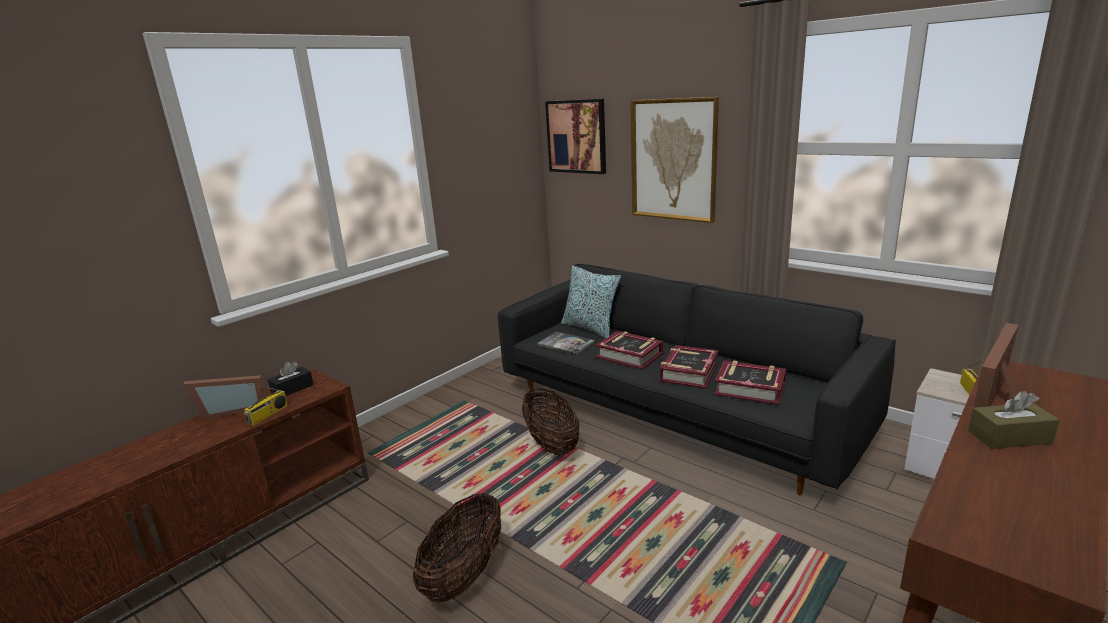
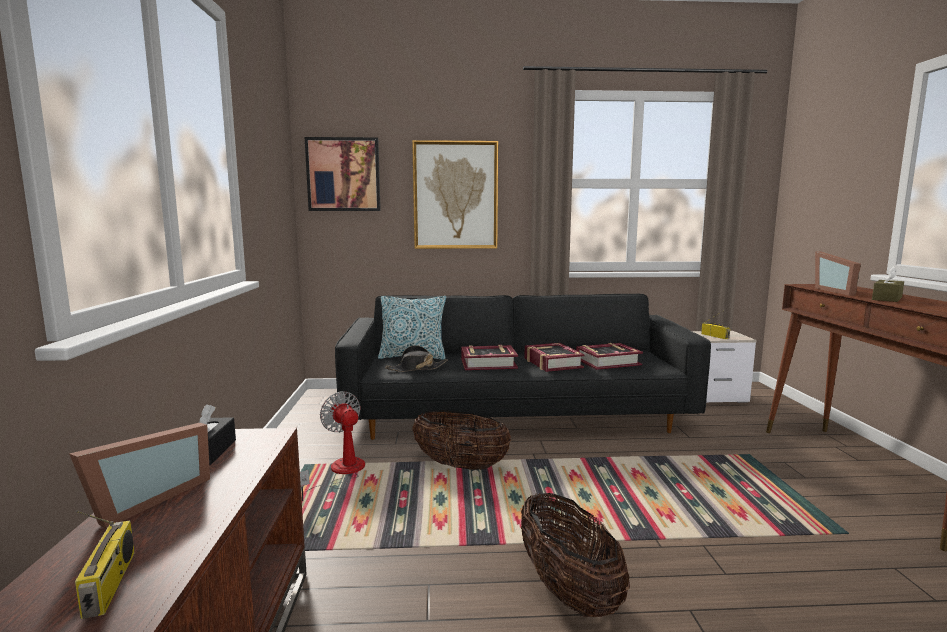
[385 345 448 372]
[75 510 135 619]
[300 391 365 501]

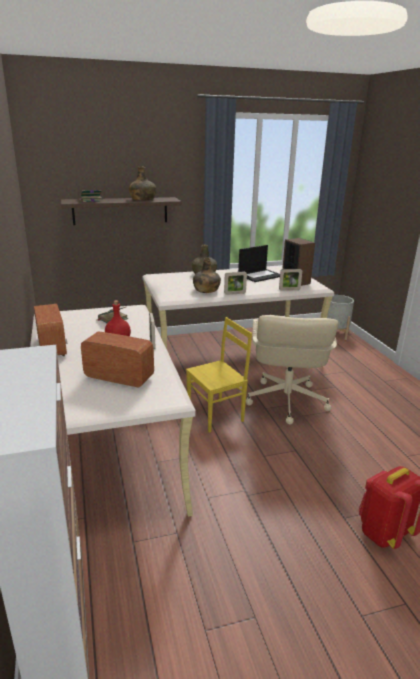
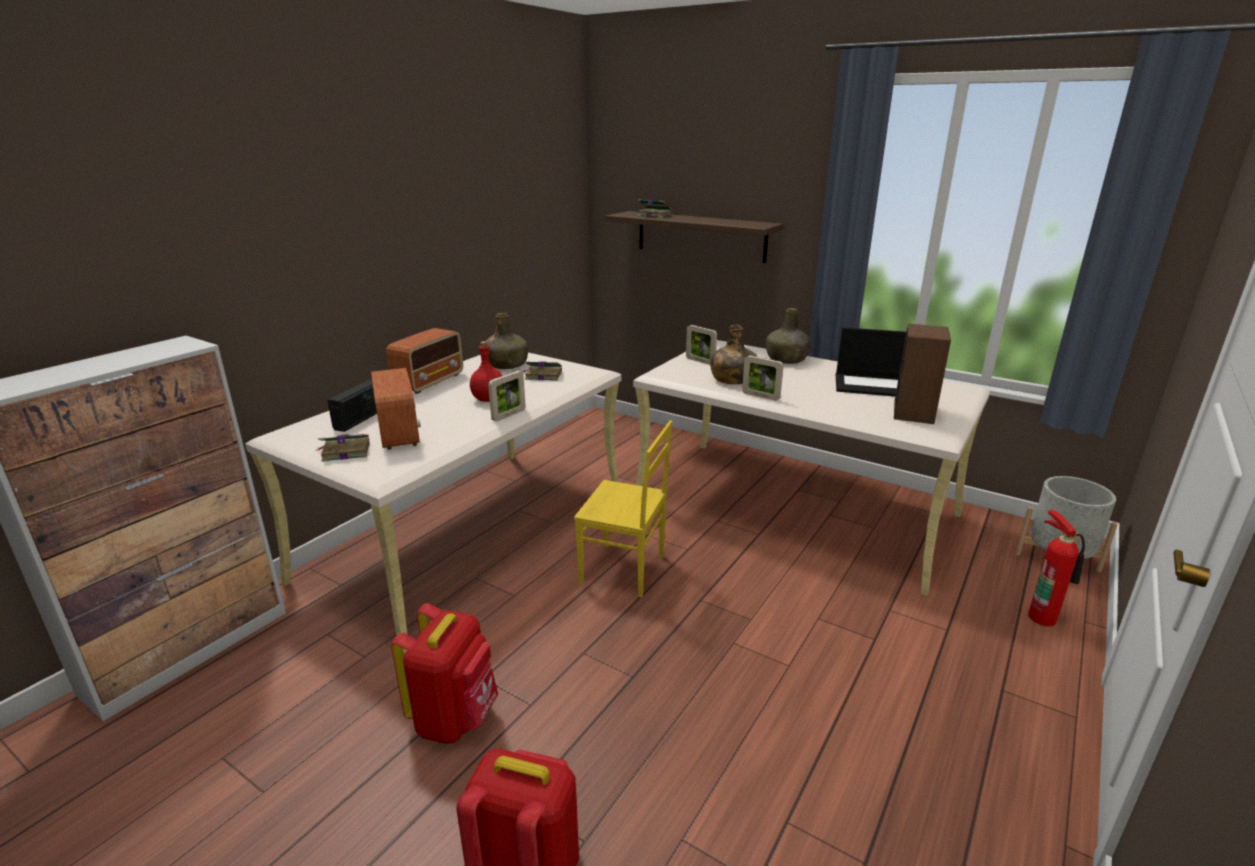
[486 313 528 369]
[686 325 717 365]
[246 315 338 425] (first image)
[327 380 377 432]
[316 434 370 462]
[1028 510 1085 626]
[391 603 498 744]

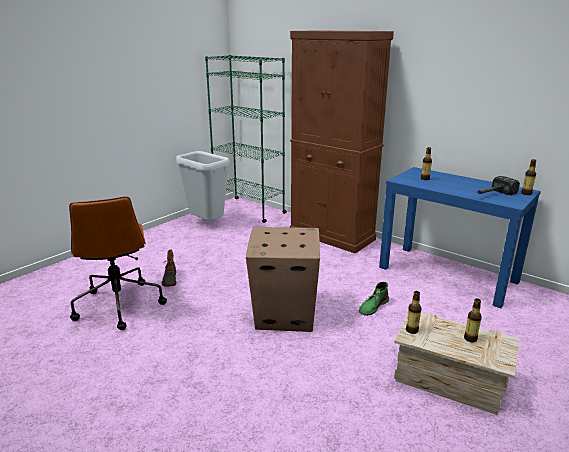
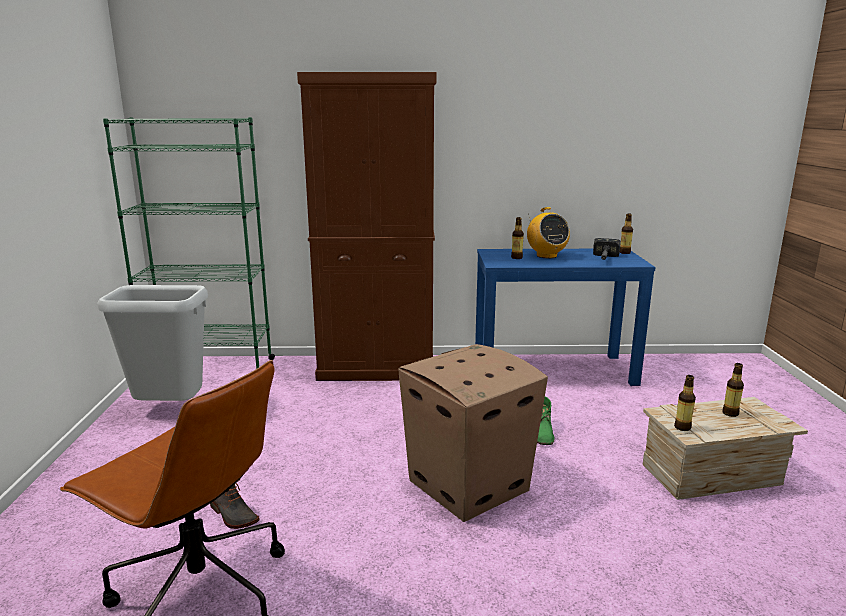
[527 207 570 258]

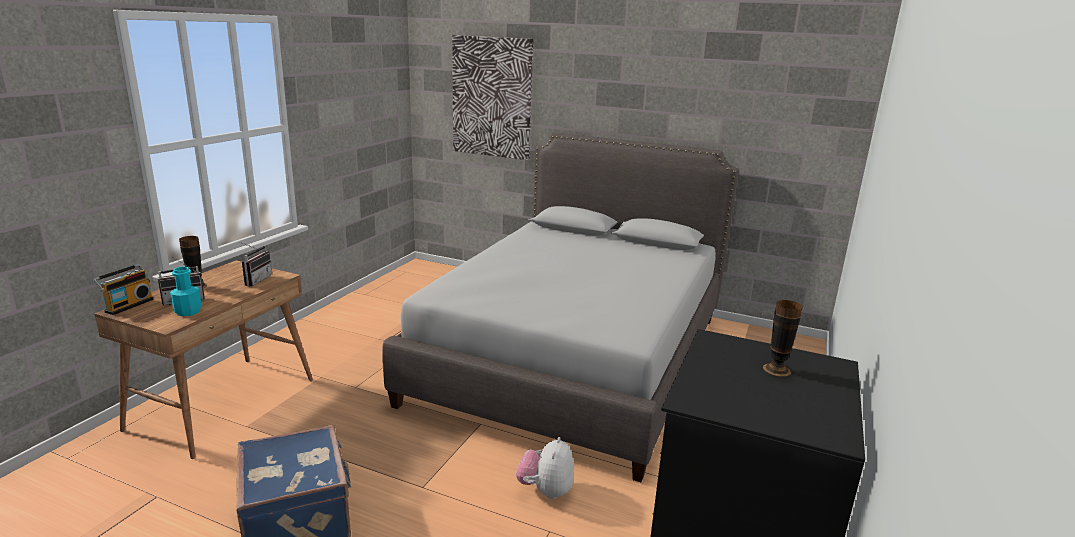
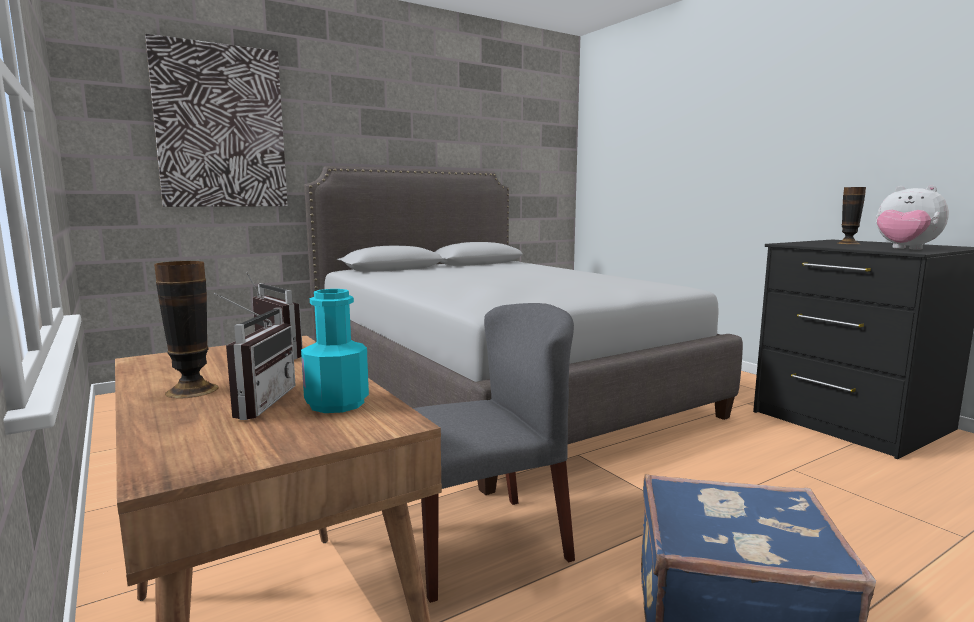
[93 264 153 315] (first image)
[876 185 949 250]
[413 303 575 603]

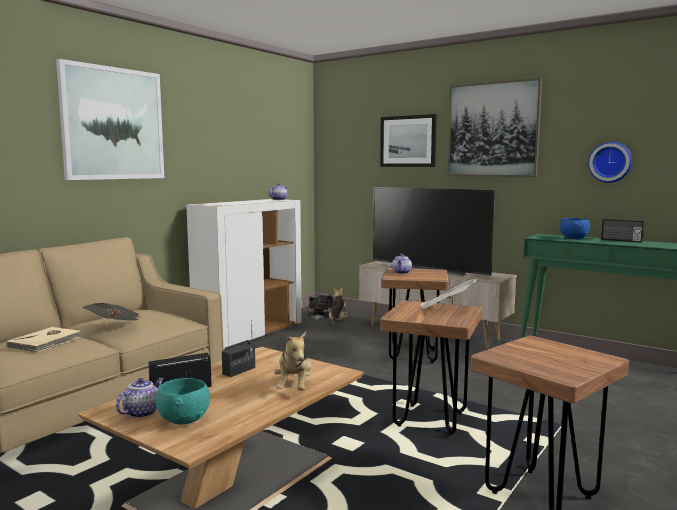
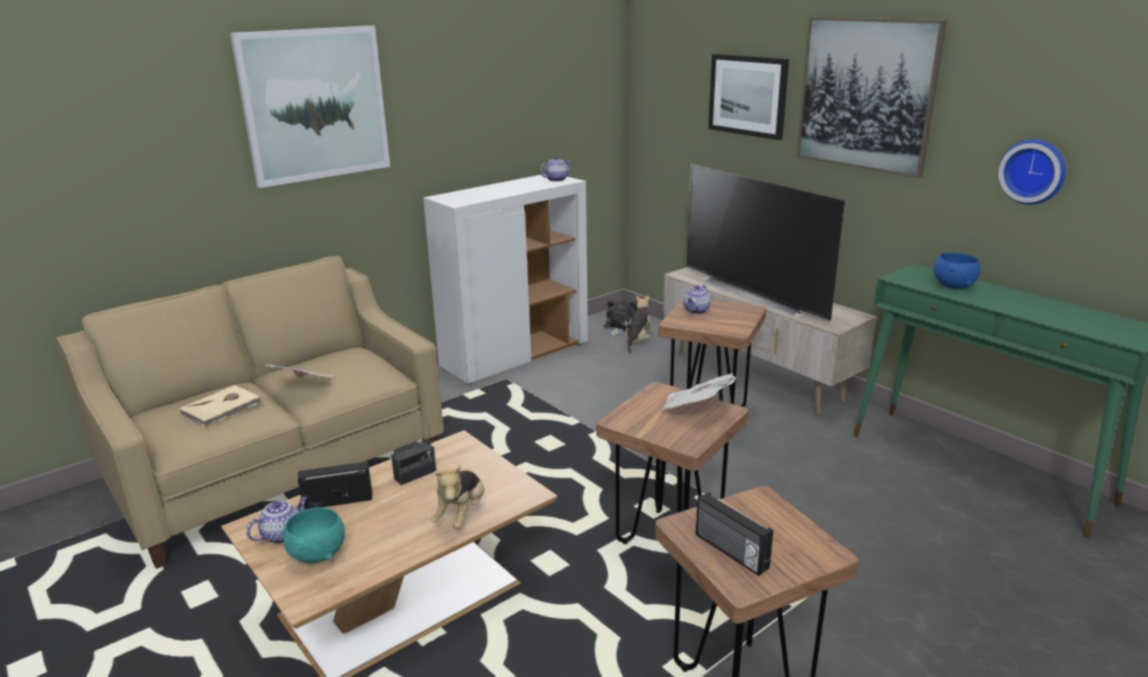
[696 492 773 576]

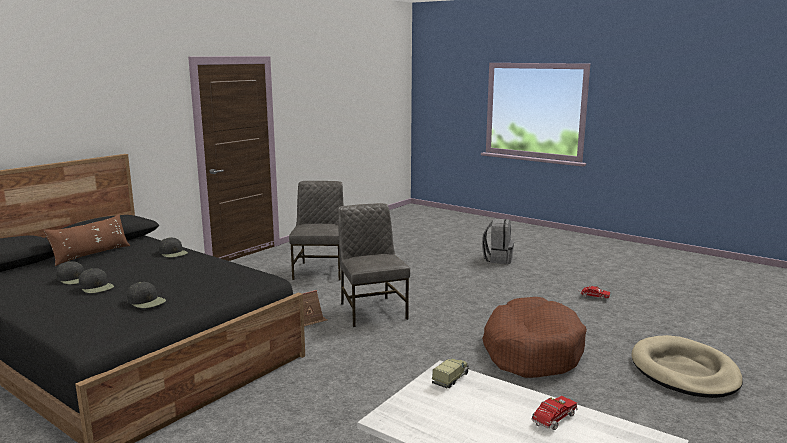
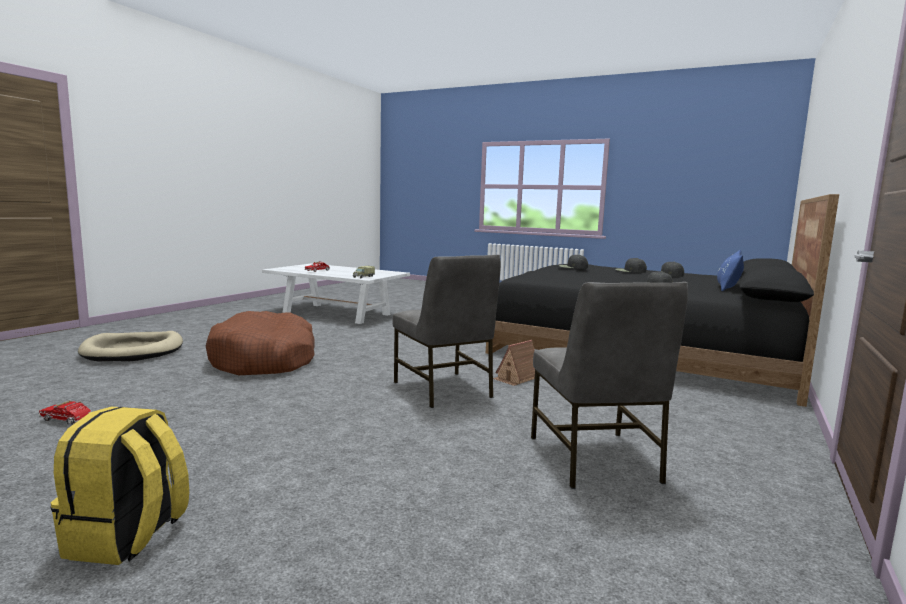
[717 250 744 291]
[50 407 189 565]

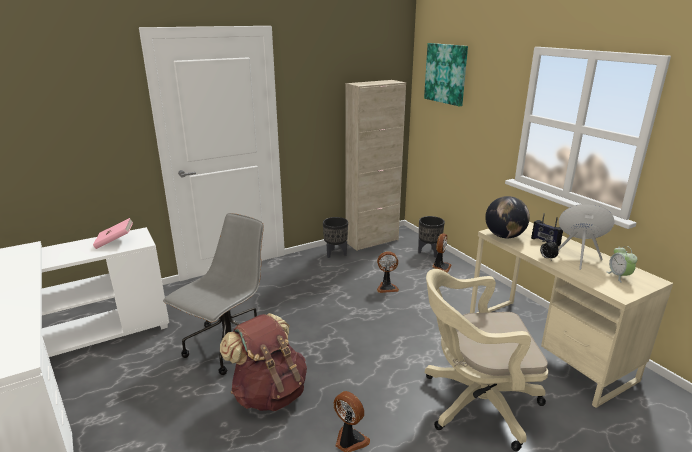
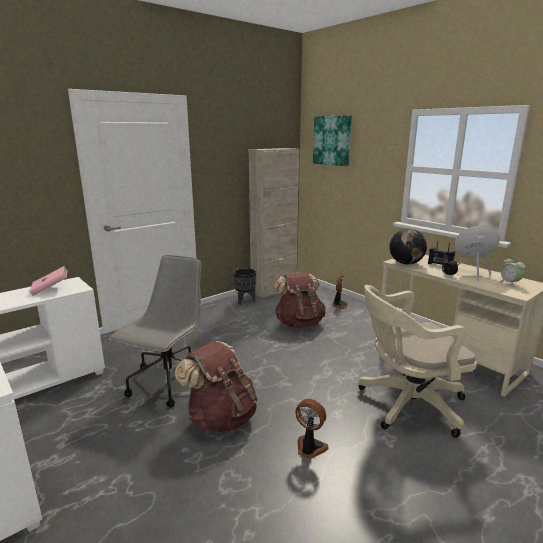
[418 216 445 257] (first image)
[273 272 326 328]

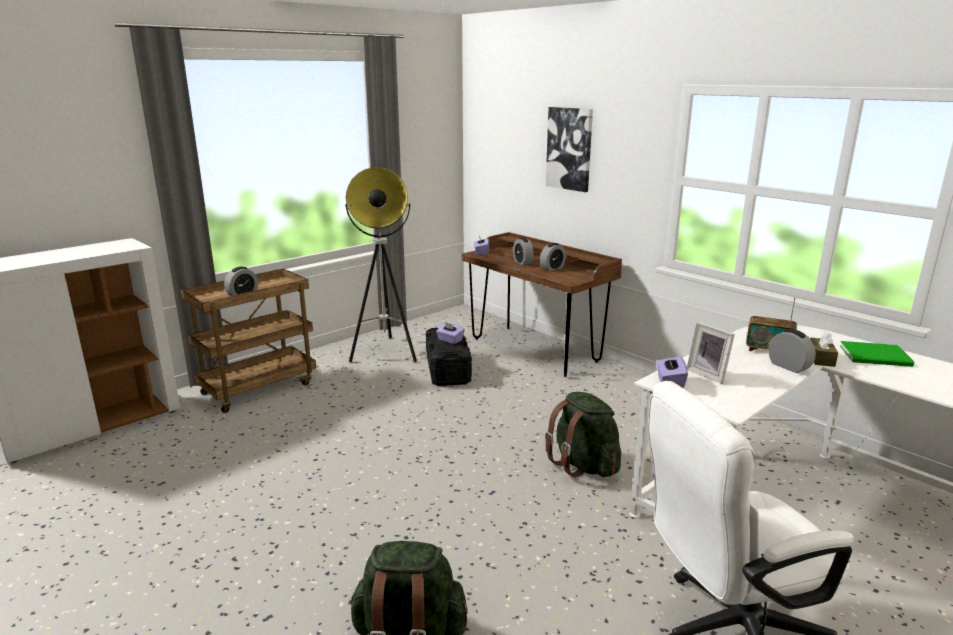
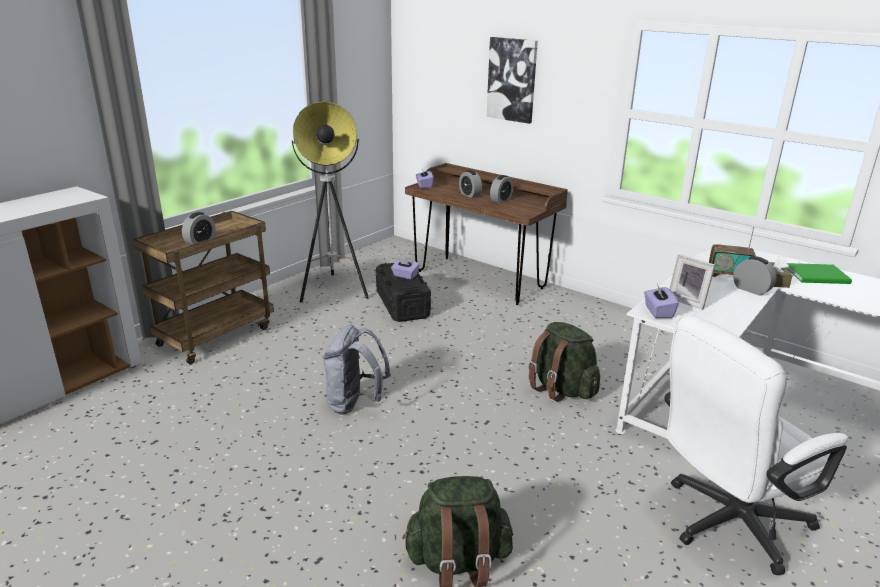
[323 325 391 415]

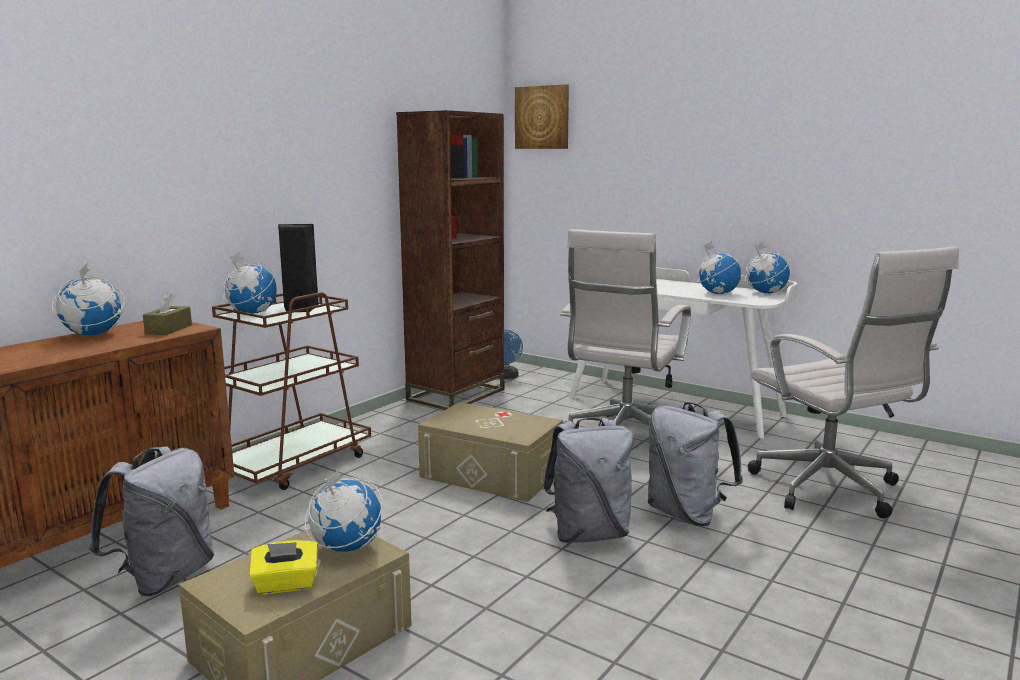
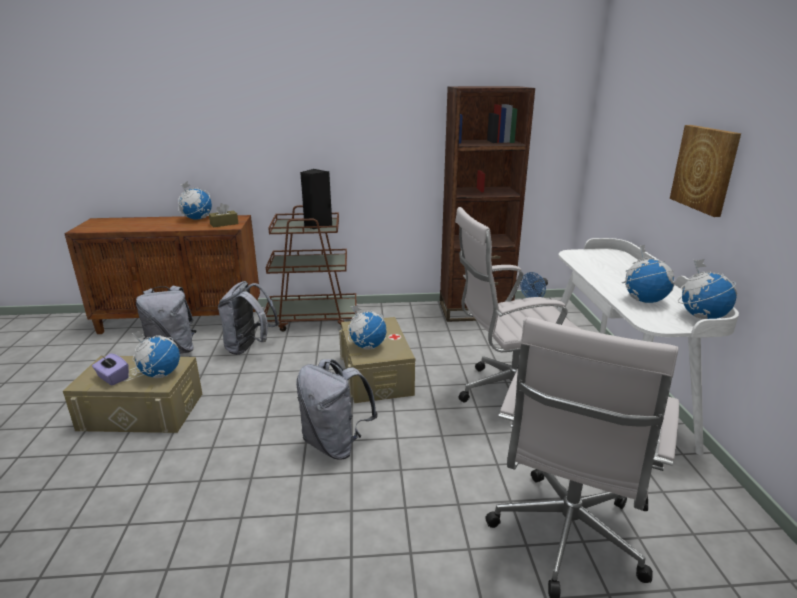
[670 125 741 217]
[348 305 386 350]
[218 281 279 355]
[92 354 129 385]

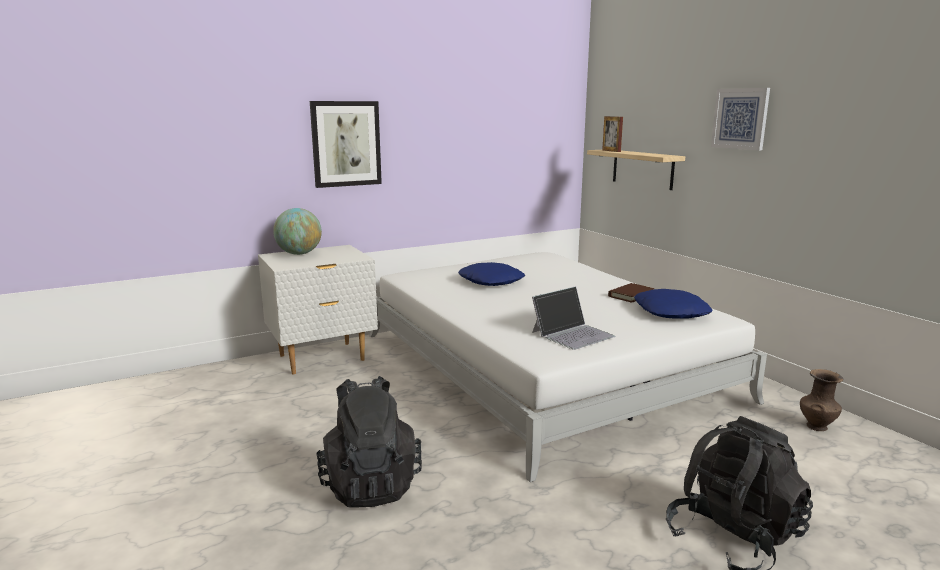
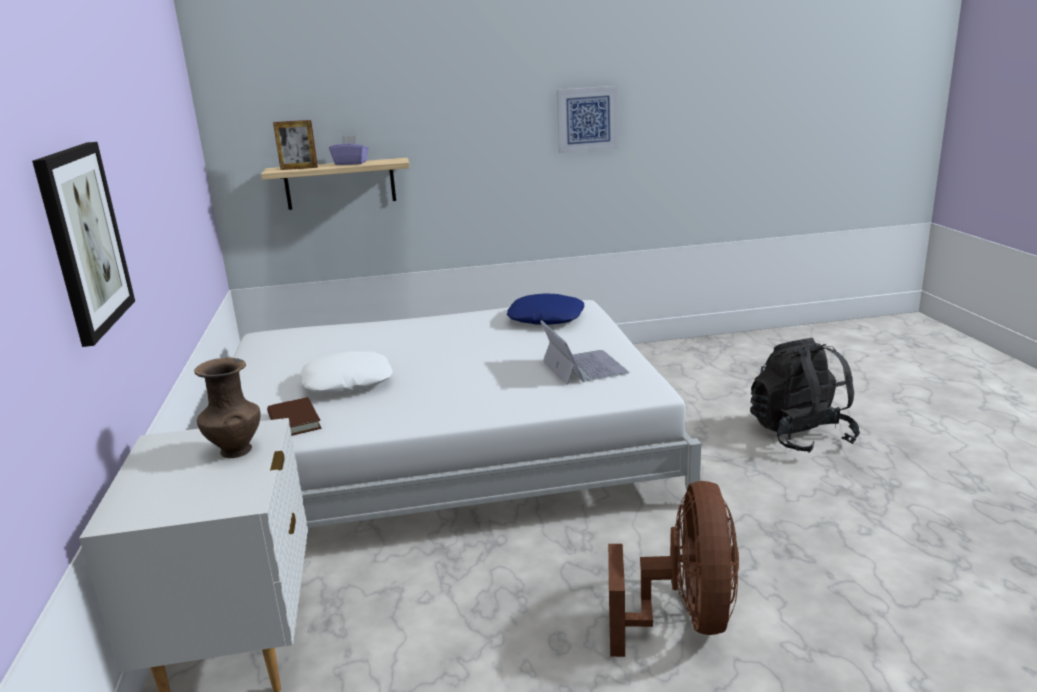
[557 86 618 153]
[273 208 322 255] (first image)
[300 351 393 393]
[267 397 322 436]
[194 358 261 458]
[608 481 739 657]
[329 135 369 165]

